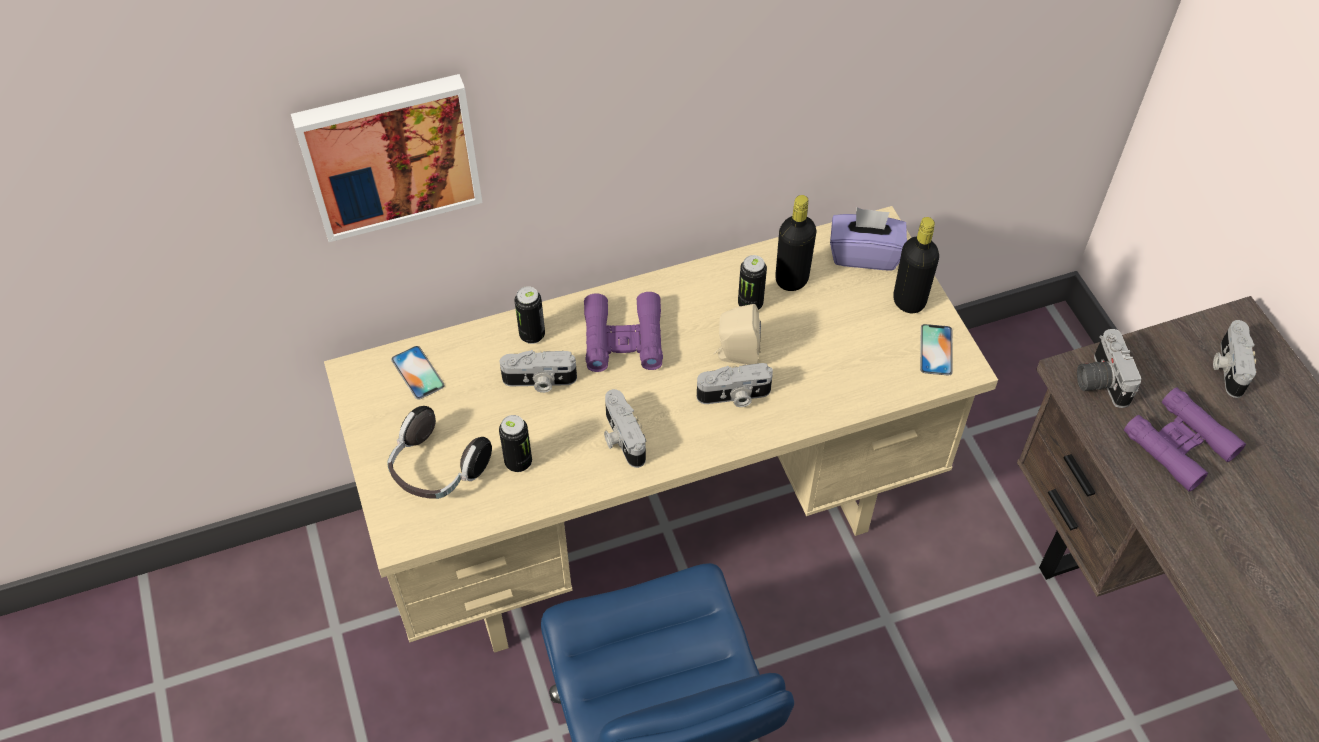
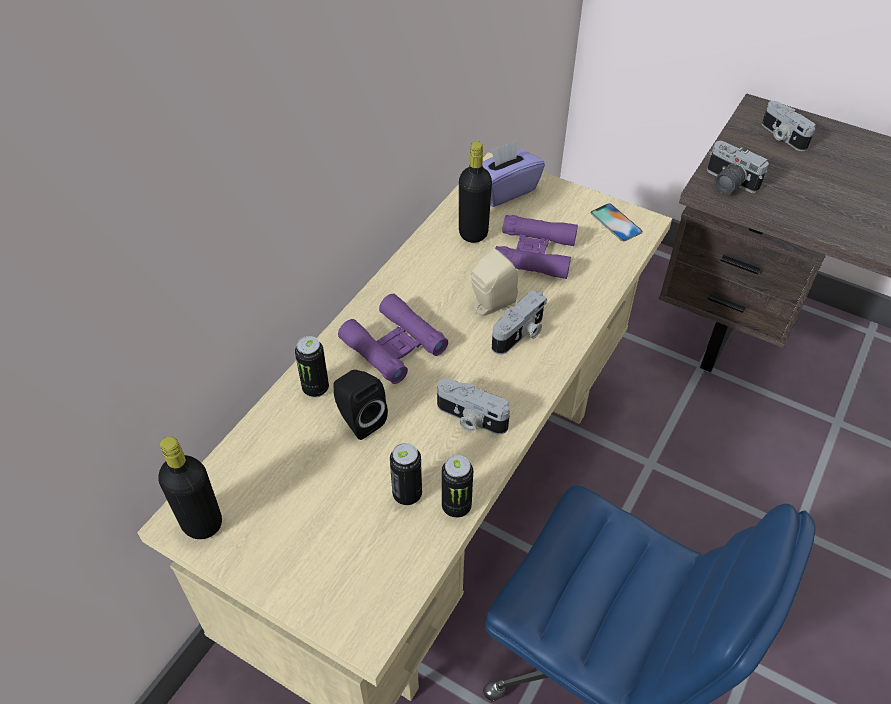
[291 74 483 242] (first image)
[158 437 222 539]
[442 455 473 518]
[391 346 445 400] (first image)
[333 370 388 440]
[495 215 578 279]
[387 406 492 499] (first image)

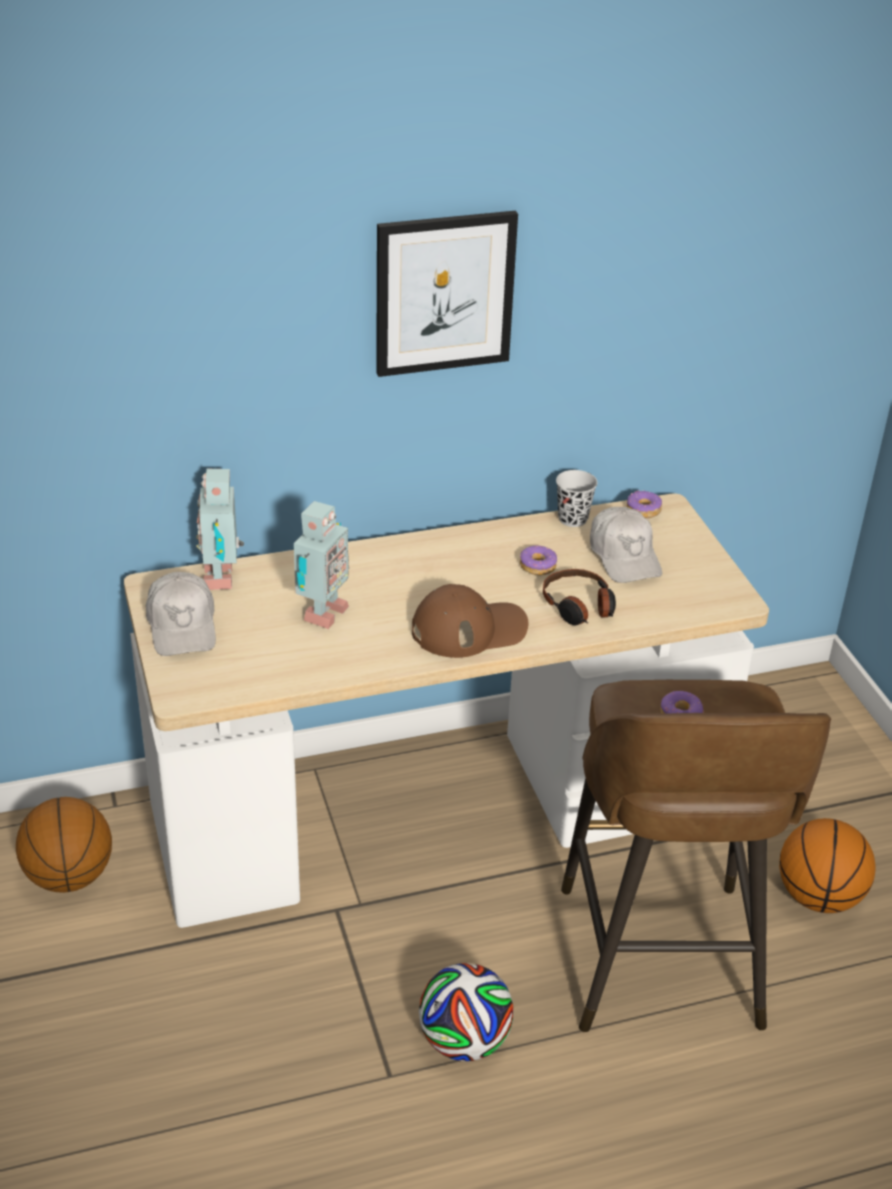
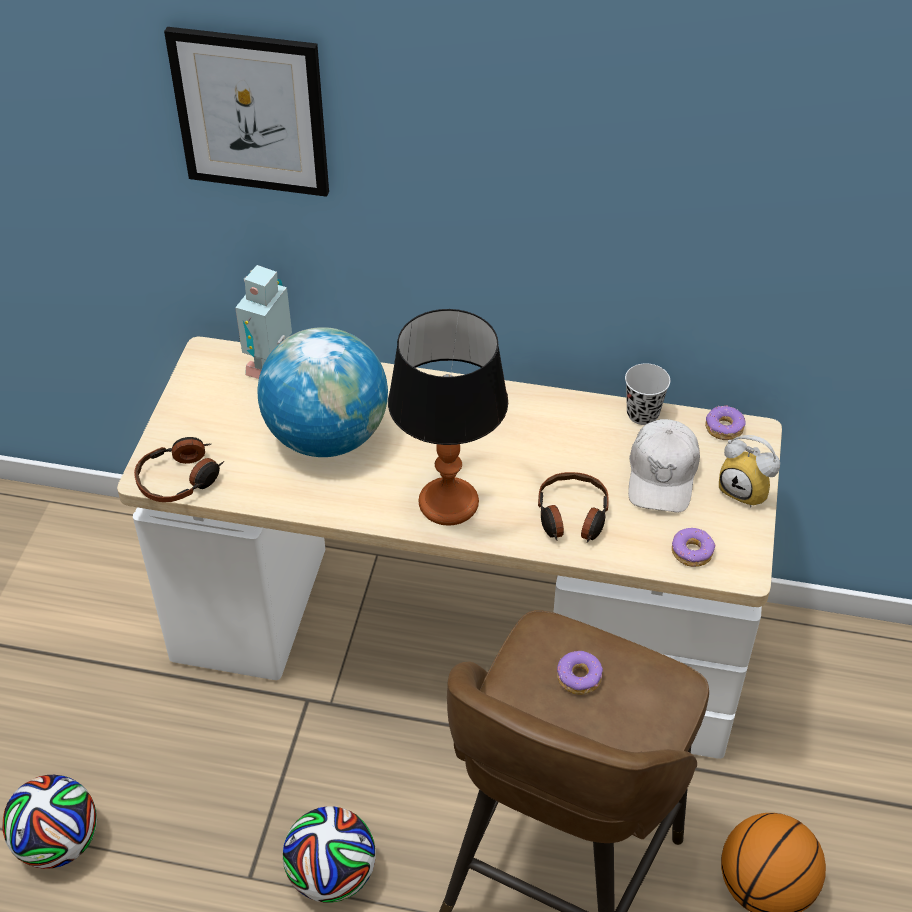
[164 27 329 197]
[257 327 388 457]
[672 528 715 567]
[146 572 216 656] (first image)
[388 309 508 526]
[16 797 112 893] (first image)
[719 435 780 508]
[134 437 224 502]
[2 775 97 869]

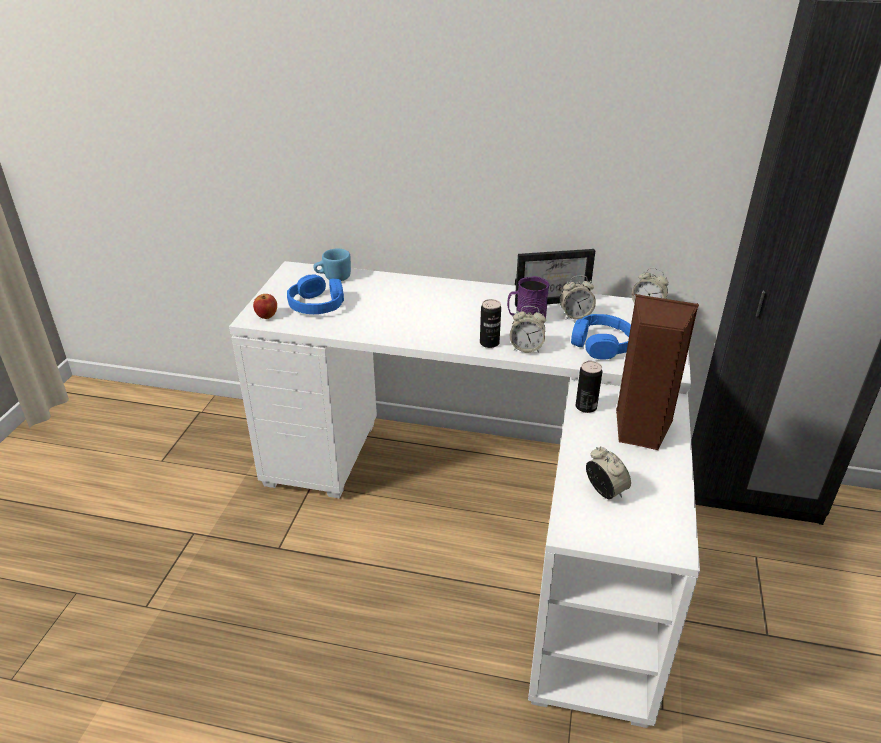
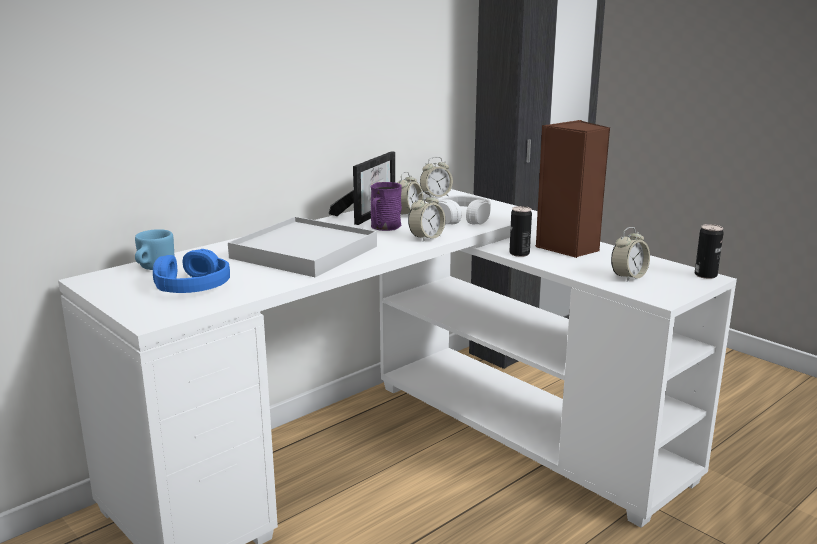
[253 294 277 319] (first image)
[695 224 724 279]
[437 196 491 225]
[611 227 650 282]
[228 217 377 277]

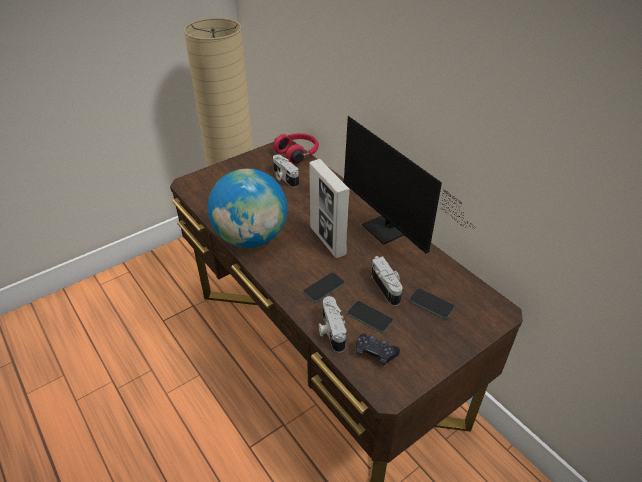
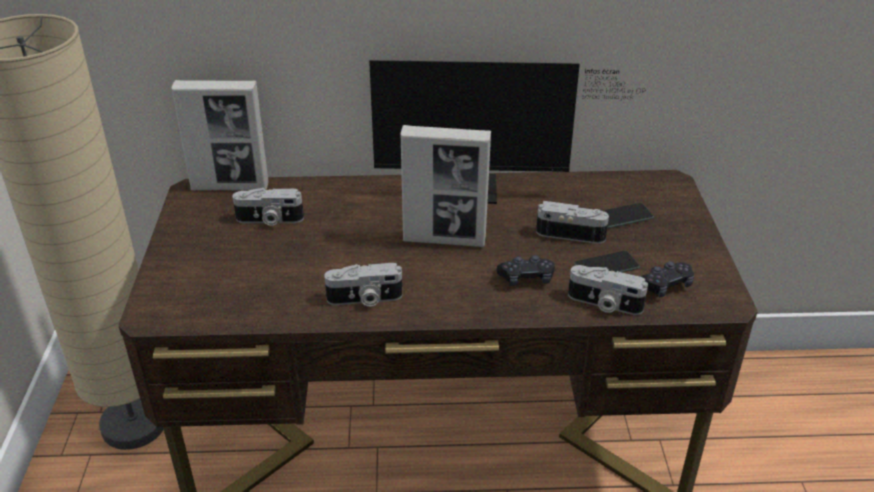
[171 80 269 190]
[324 263 402 307]
[497 255 555 286]

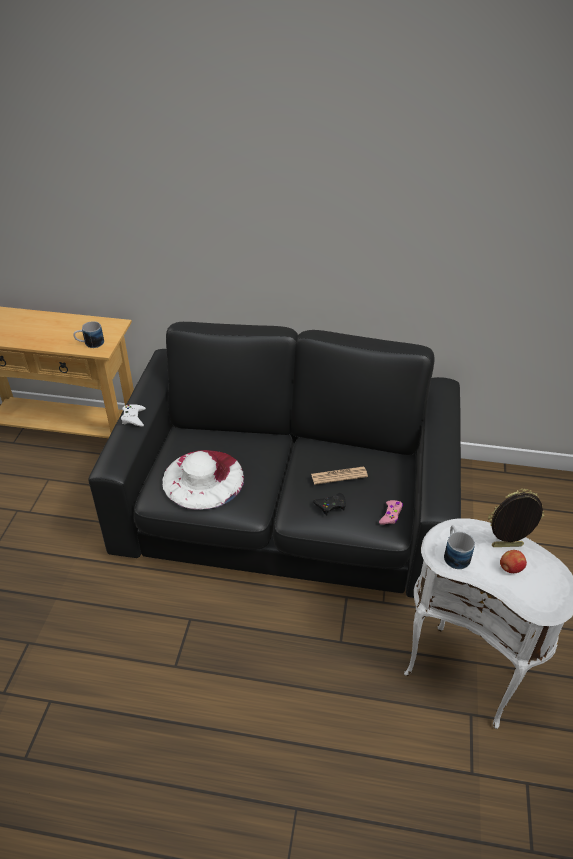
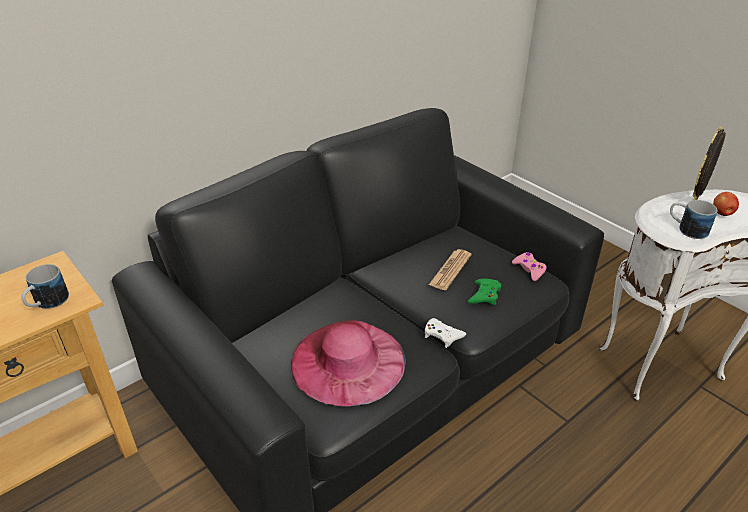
[425 318 466 348]
[291 321 406 406]
[467 279 501 305]

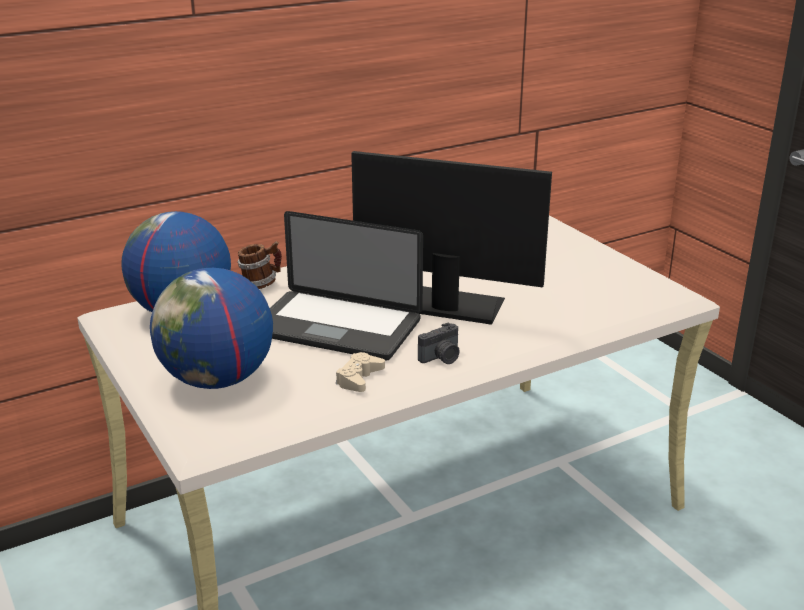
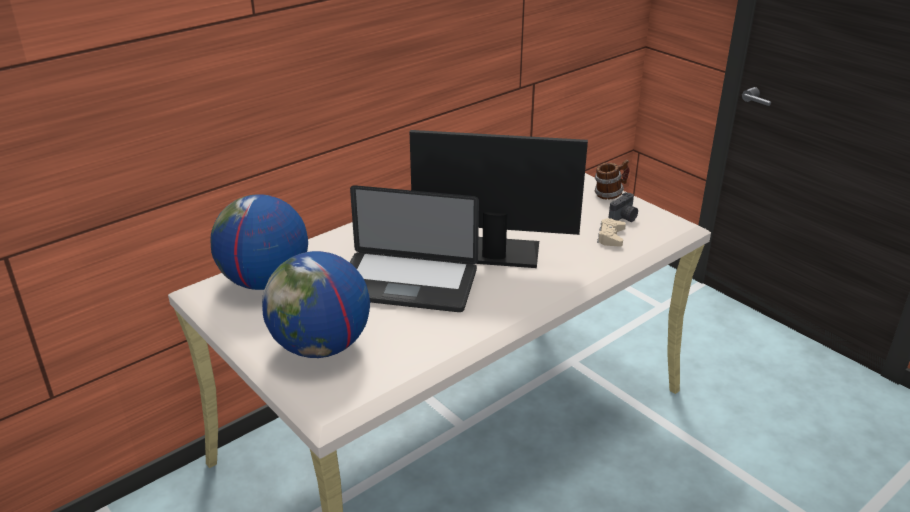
[595 160 630 200]
[608 192 638 222]
[597 218 626 247]

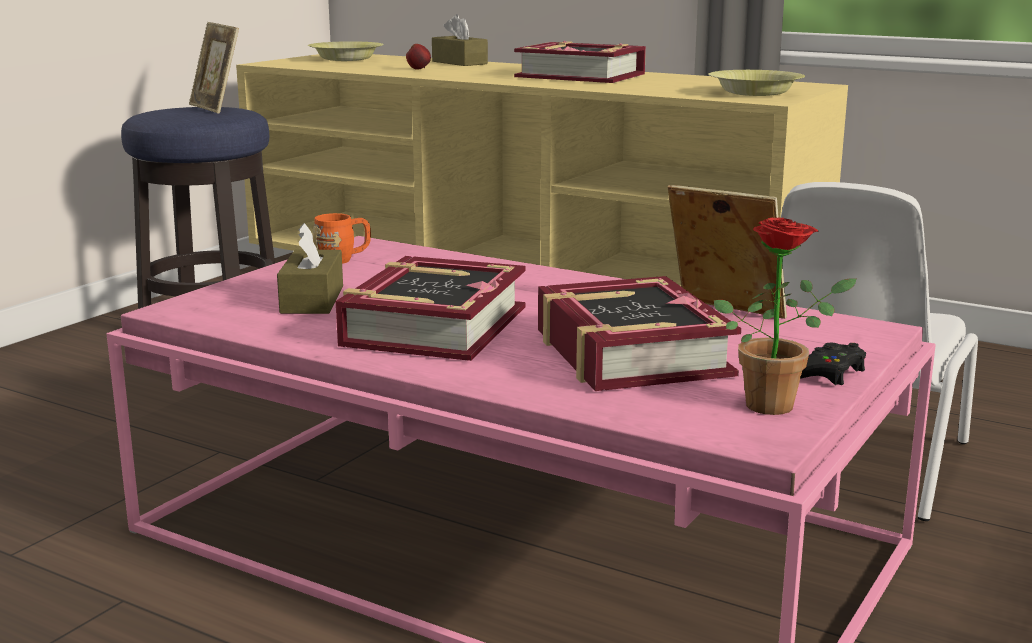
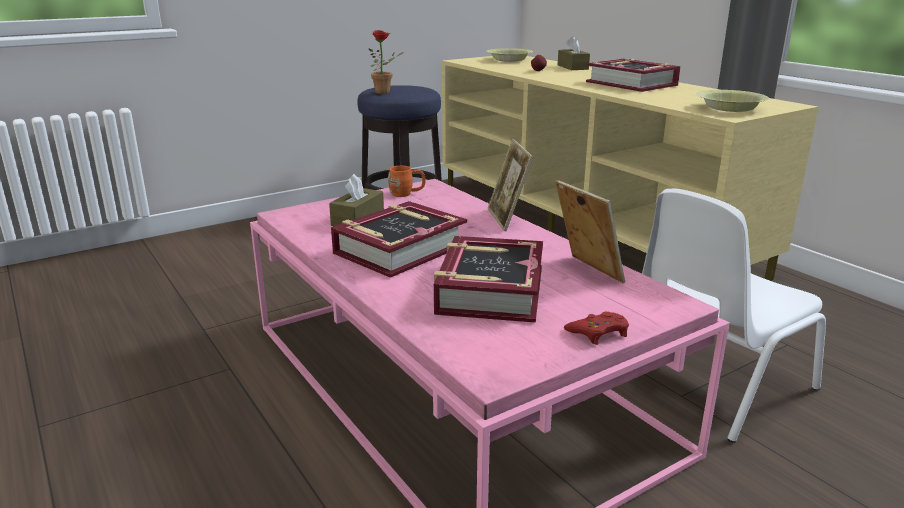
[487 139 533 231]
[369 30 404 94]
[564 312 629 345]

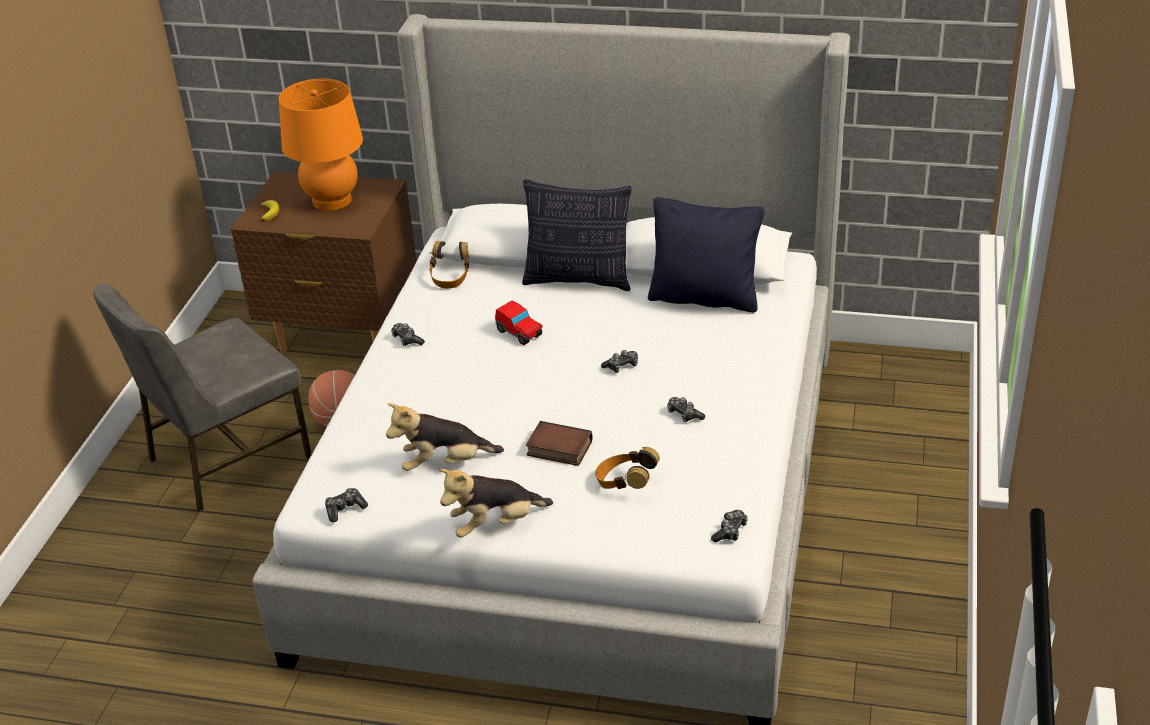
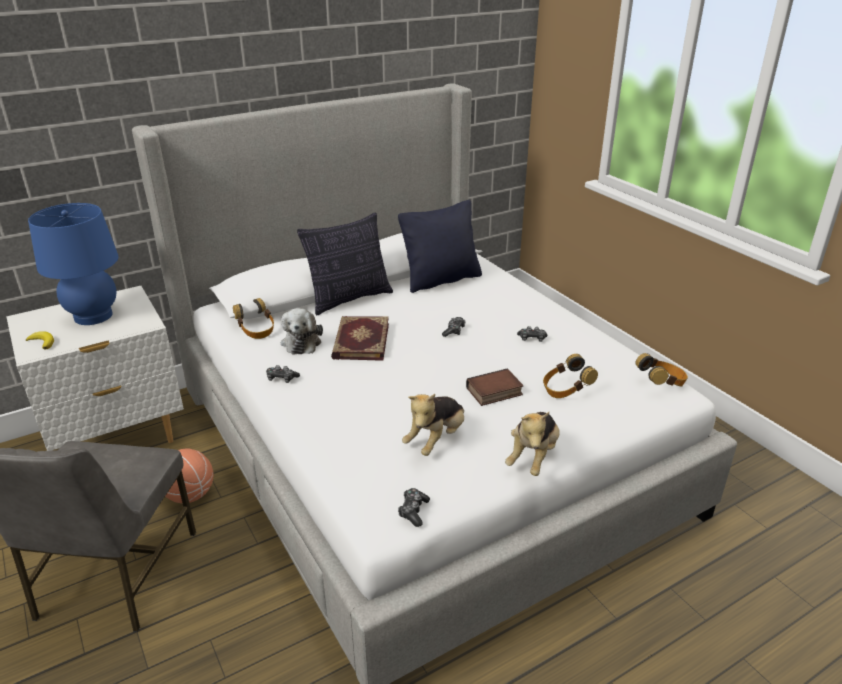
[28 203 119 325]
[6 286 184 451]
[331 316 389 361]
[635 353 688 387]
[281 308 323 355]

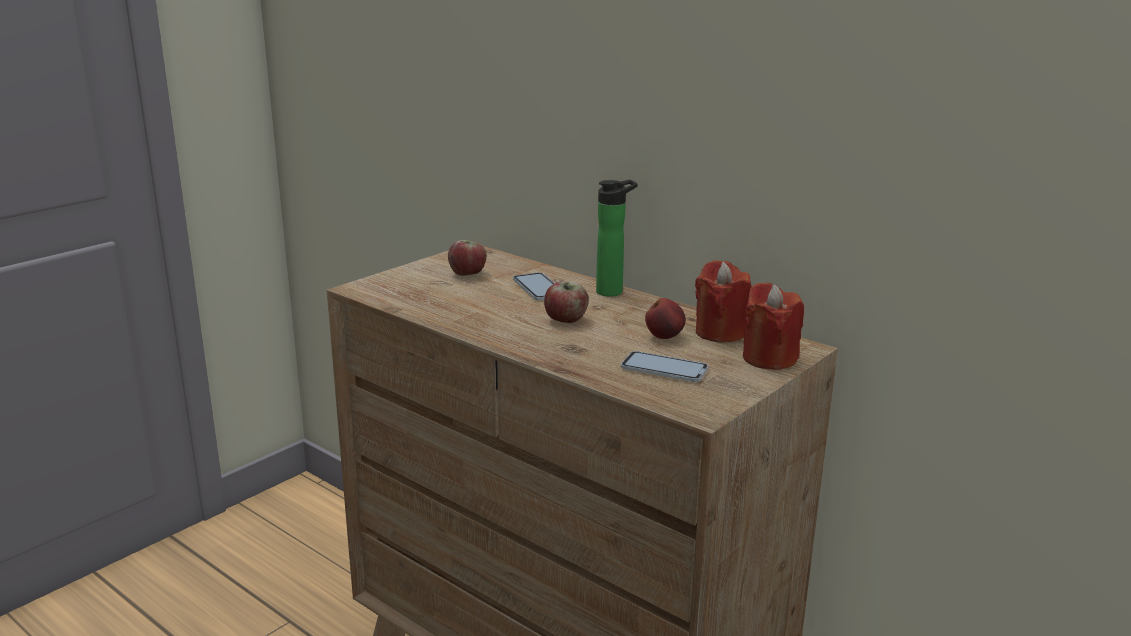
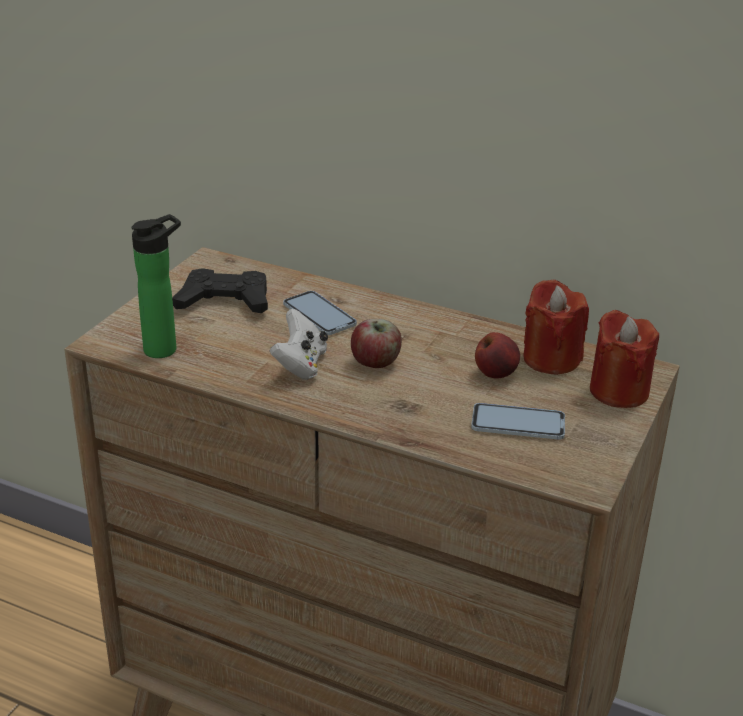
[132 214 181 358]
[172 268 268 313]
[270 308 328 380]

